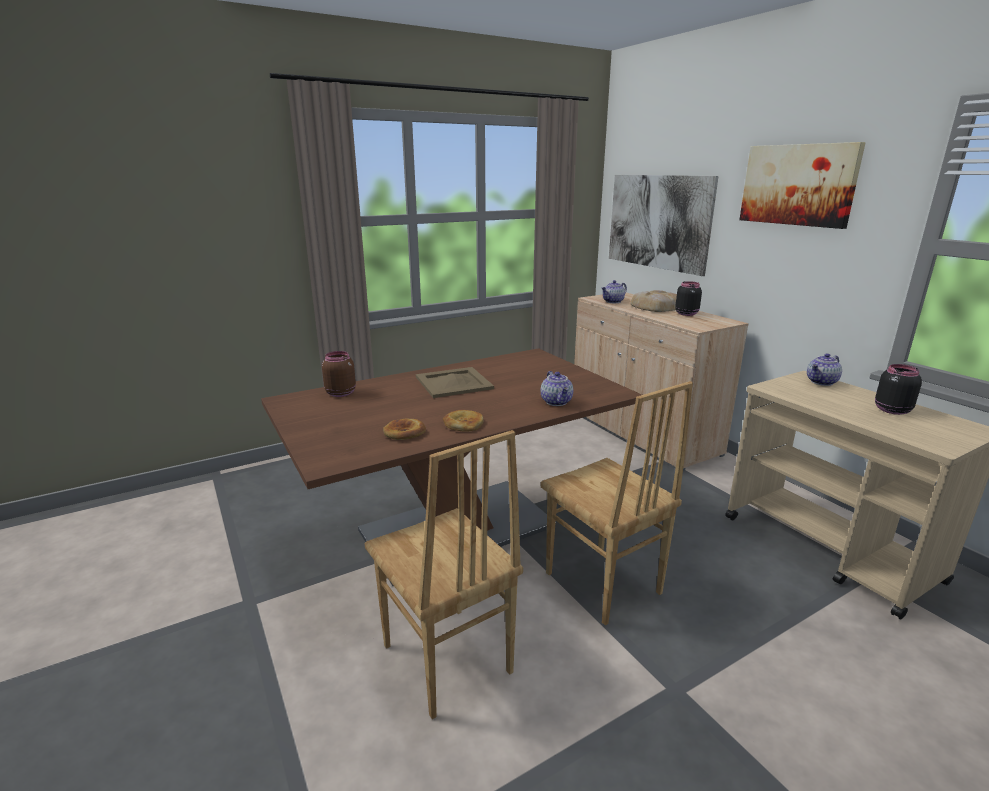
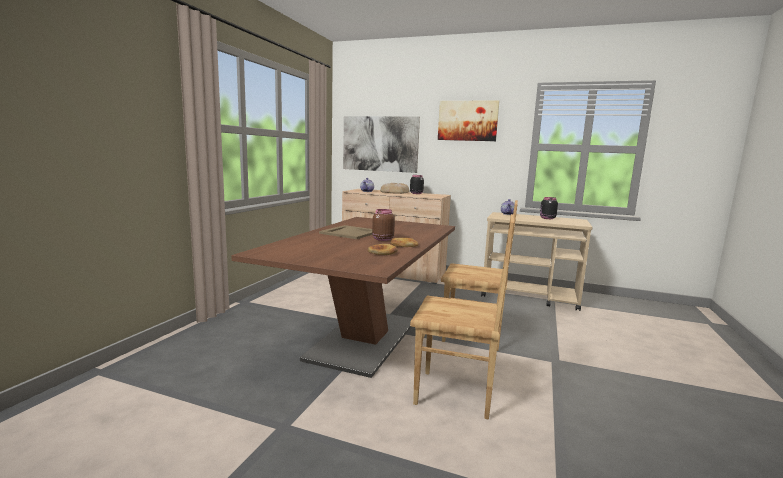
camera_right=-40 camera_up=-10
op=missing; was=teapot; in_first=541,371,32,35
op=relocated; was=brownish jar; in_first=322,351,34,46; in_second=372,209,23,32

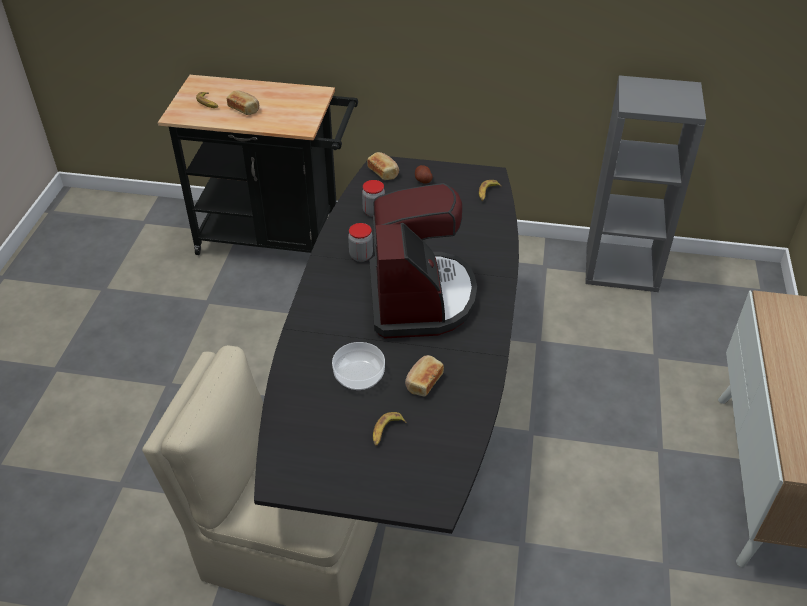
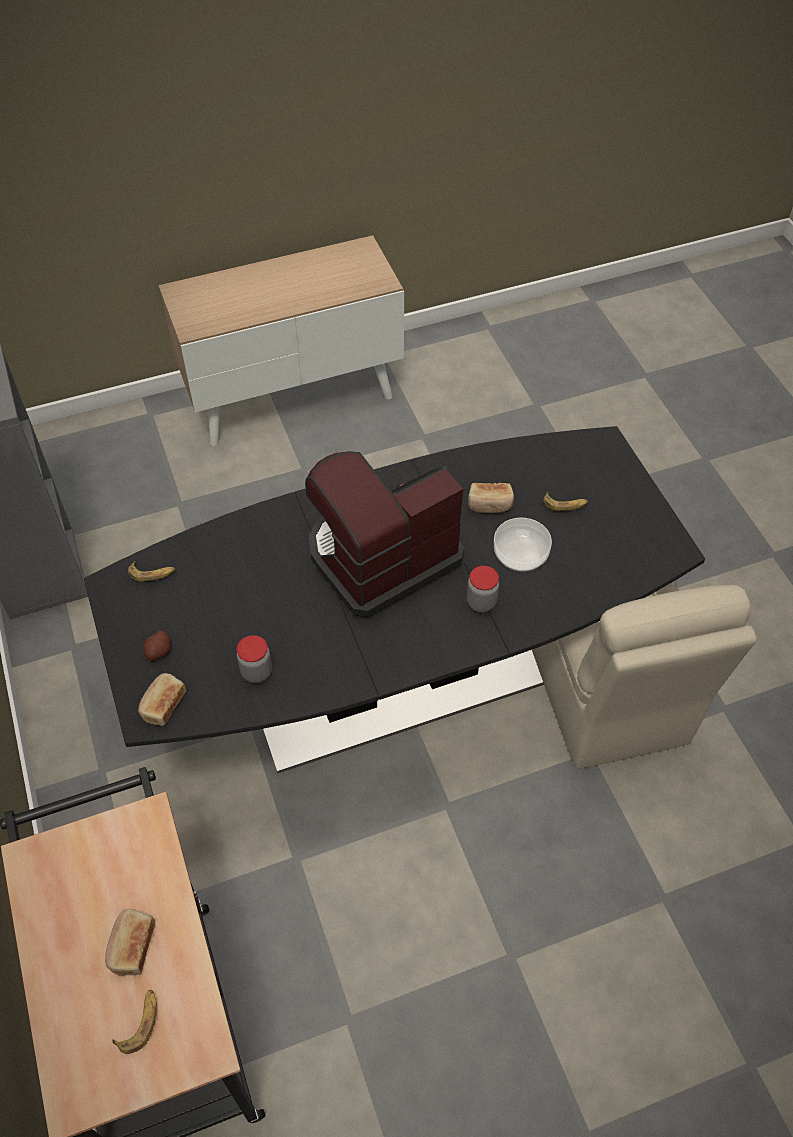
camera_right=-120 camera_up=10
op=relocated; was=jar; in_first=348,223,25,39; in_second=467,566,32,47

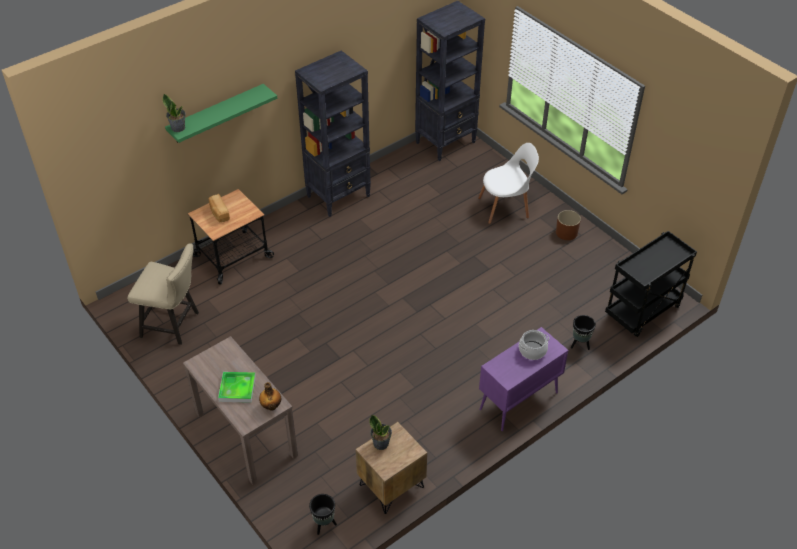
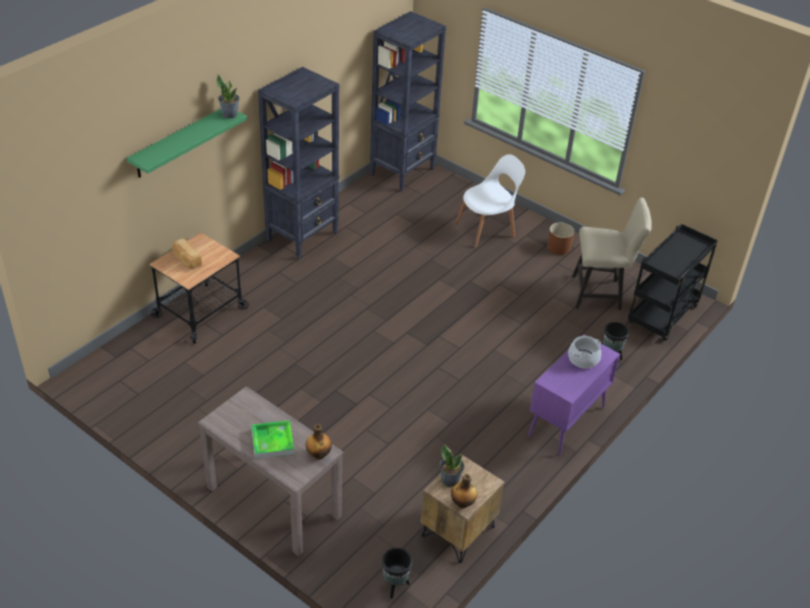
camera_right=-15 camera_up=-5
op=appeared; now=beverage bottle; in_second=451,474,26,34
op=relocated; was=sand-coloured chair; in_first=127,243,72,102; in_second=572,197,80,113
op=relocated; was=houseplant; in_first=162,93,24,39; in_second=216,74,23,45

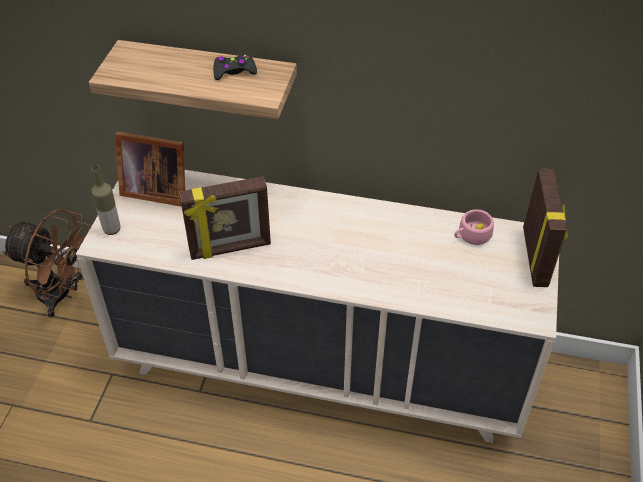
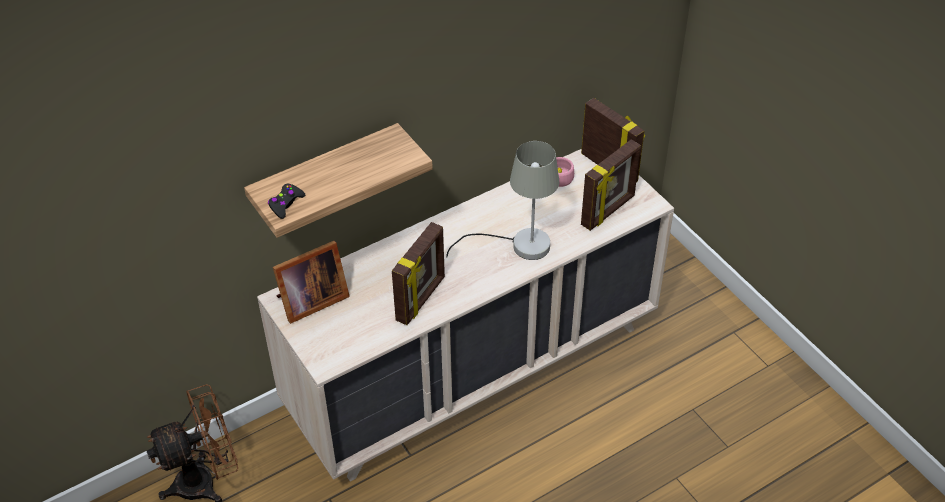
camera_right=-45 camera_up=0
op=missing; was=beverage bottle; in_first=91,165,29,70
op=appeared; now=greyish table lamp; in_second=446,141,113,119
op=appeared; now=photo frame; in_second=581,139,60,92
op=relocated; was=blackish joypad; in_first=213,53,44,27; in_second=268,184,37,35

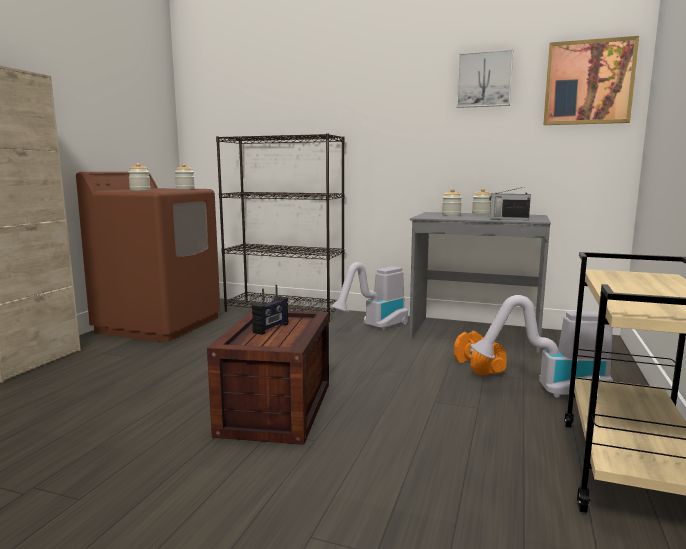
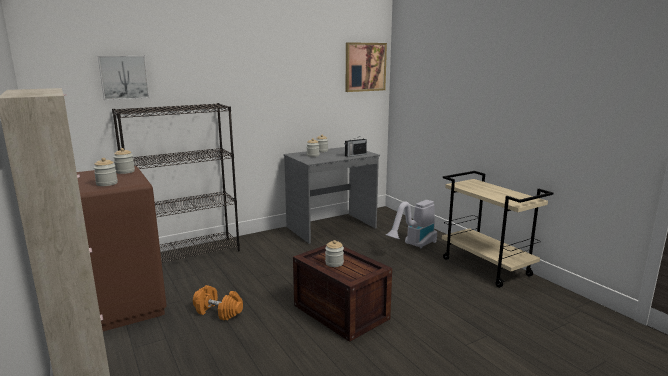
camera_right=-50 camera_up=5
op=missing; was=vacuum cleaner; in_first=330,262,78,68
op=relocated; was=orangey free weight; in_first=454,331,53,45; in_second=193,285,50,35
op=relocated; was=wall art; in_first=457,49,56,59; in_second=98,56,52,44
op=exchanged; was=radio receiver; now=jar; in_first=252,285,36,50; in_second=325,240,19,27

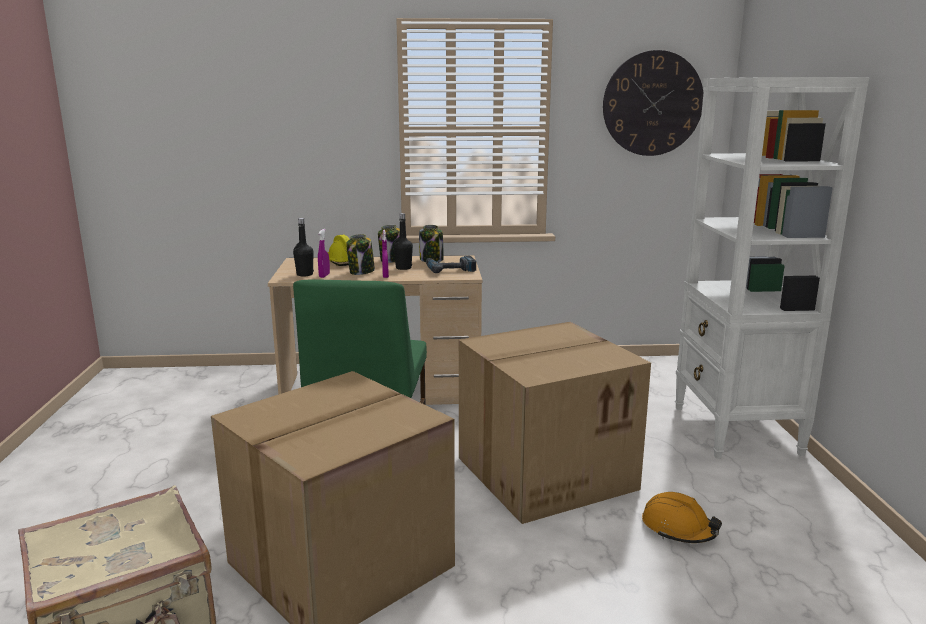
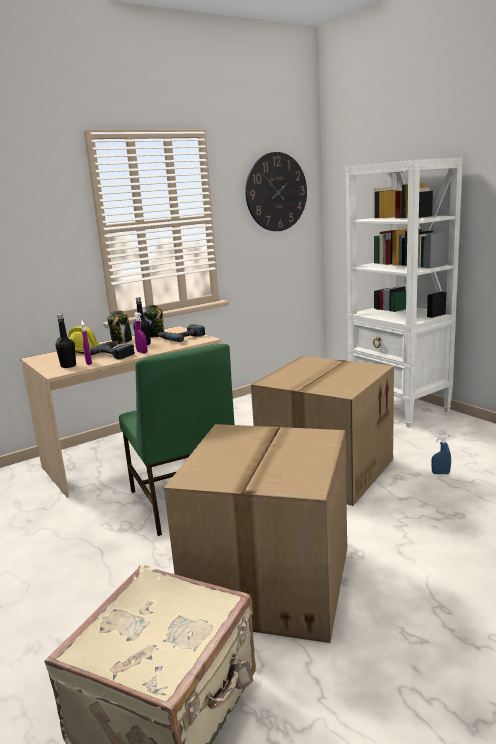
camera_right=-30 camera_up=0
op=exchanged; was=jar; now=electric drill; in_first=346,234,29,41; in_second=90,341,45,19
op=exchanged; was=orangey work helmet; now=blue-coloured spray bottle; in_first=642,492,80,51; in_second=431,434,20,40

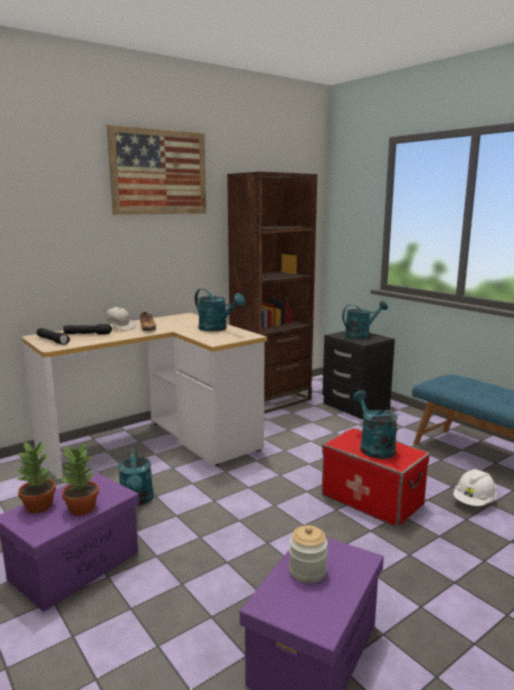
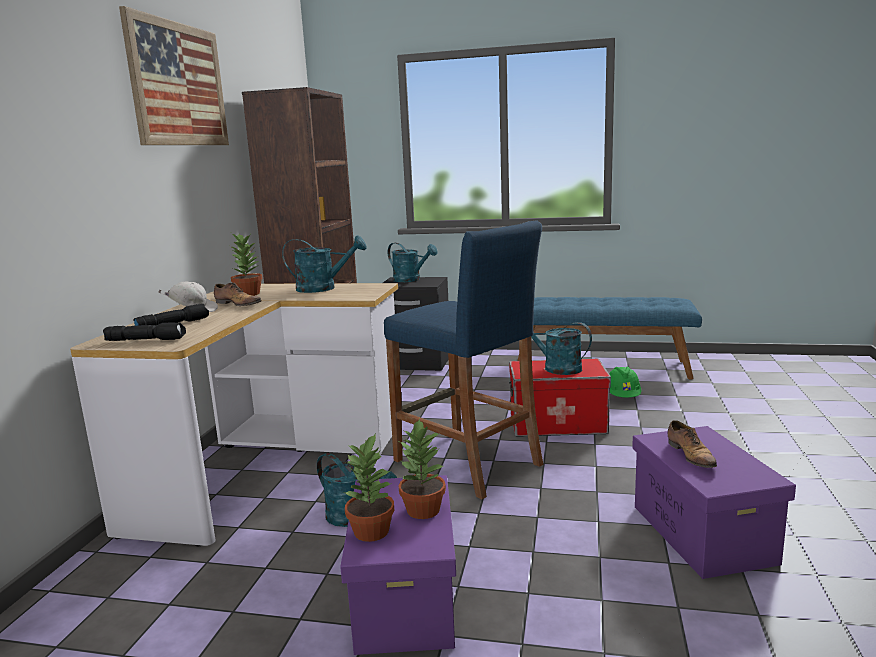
camera_right=-40 camera_up=0
op=appeared; now=houseplant; in_second=230,234,33,62
op=appeared; now=blue-coloured stool seat; in_second=384,220,159,279
op=exchanged; was=jar; now=low shoe; in_first=289,525,39,58; in_second=668,420,49,48
op=colour; was=white-coloured work helmet; now=green work helmet; in_first=453,469,44,37; in_second=609,367,33,31
op=spun; was=turquoise sprinkling can; in_first=342,301,46,38; in_second=388,243,50,39; clockwise=105

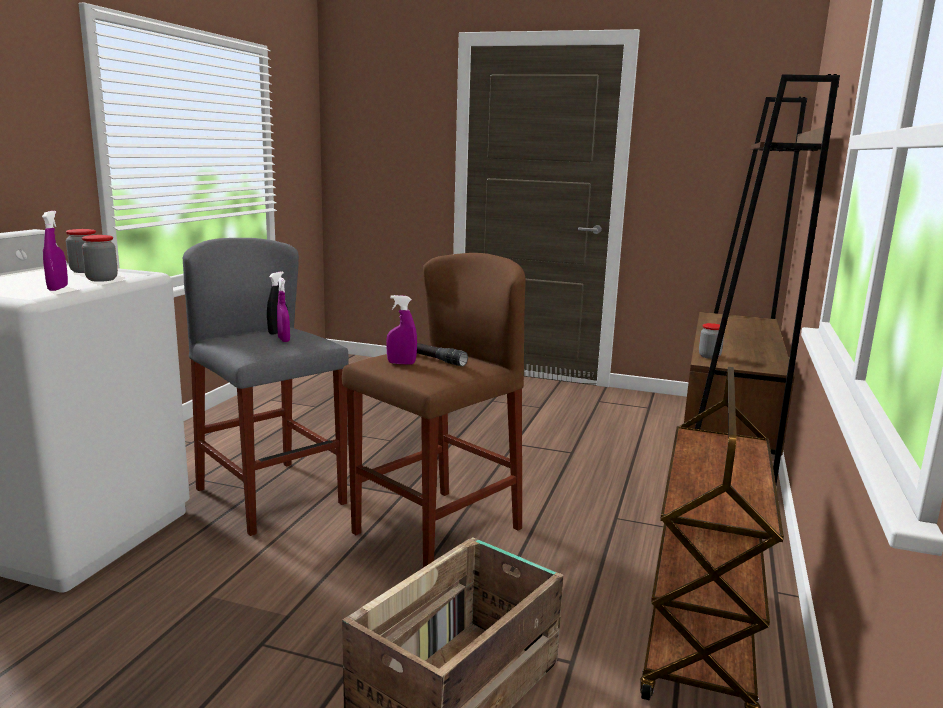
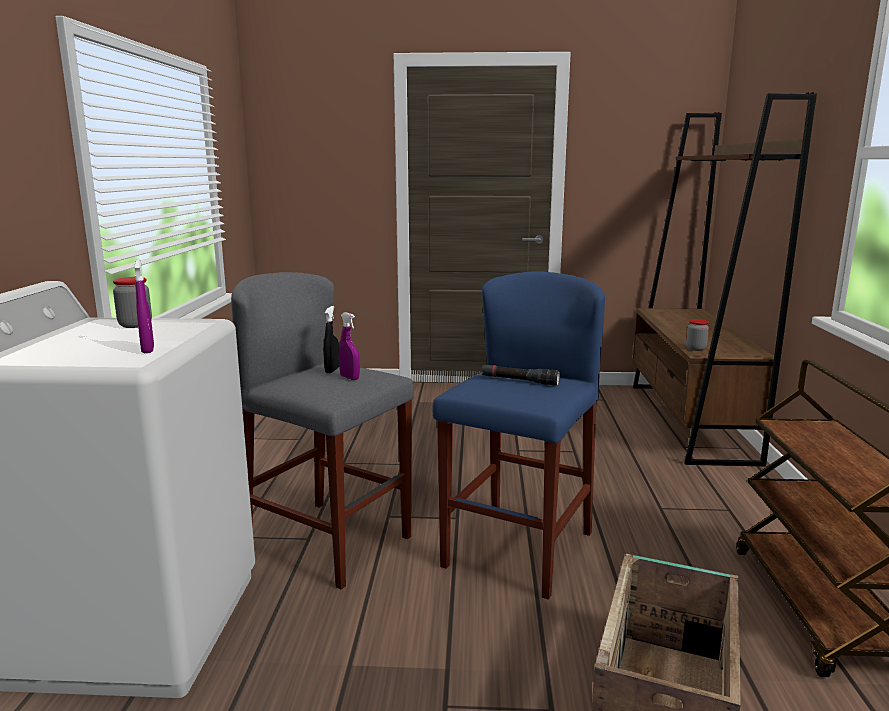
camera_right=-15 camera_up=0
op=missing; was=jar; in_first=82,235,36,47
op=missing; was=purple-coloured spray bottle; in_first=386,295,31,70
op=colour; was=brownish stool seat; now=blue-coloured stool seat; in_first=342,253,184,315; in_second=432,271,173,329

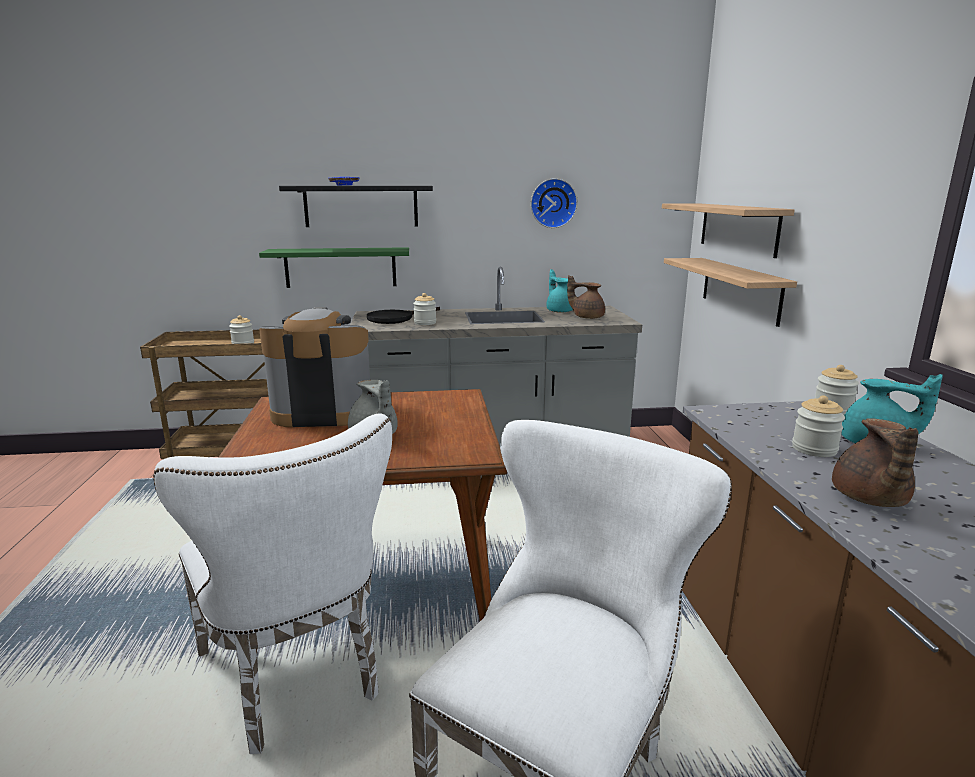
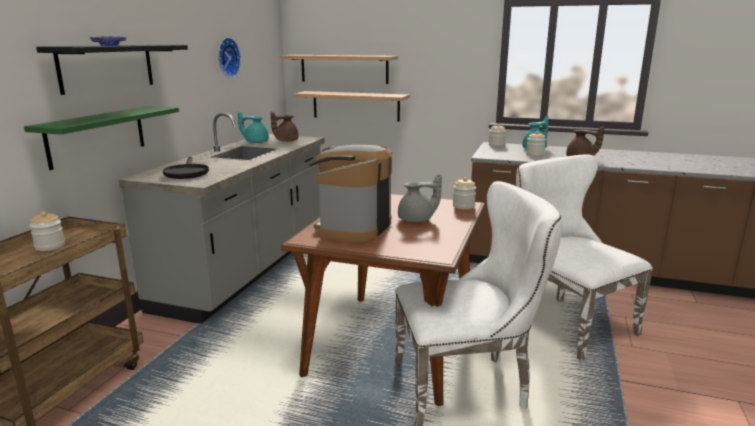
camera_right=-65 camera_up=0
op=relocated; was=jar; in_first=413,293,23,32; in_second=453,177,23,33

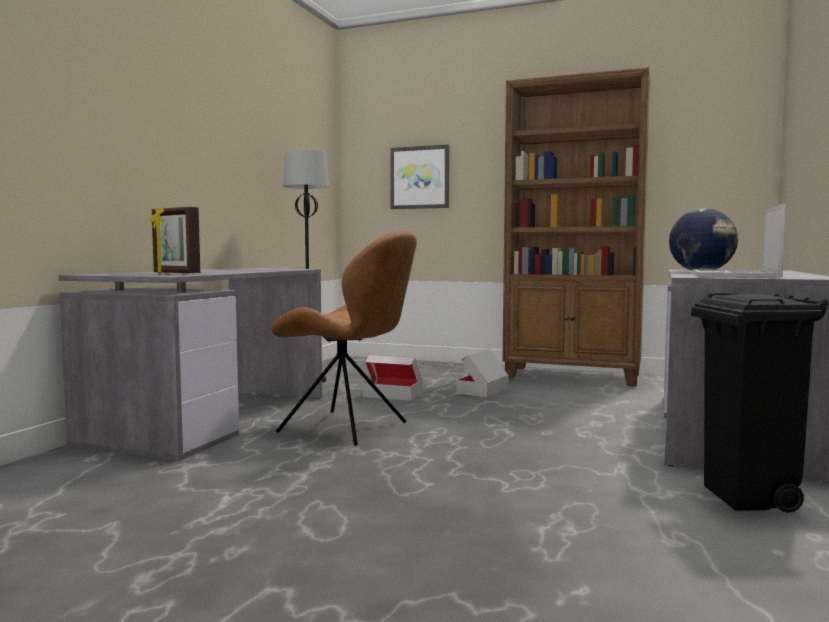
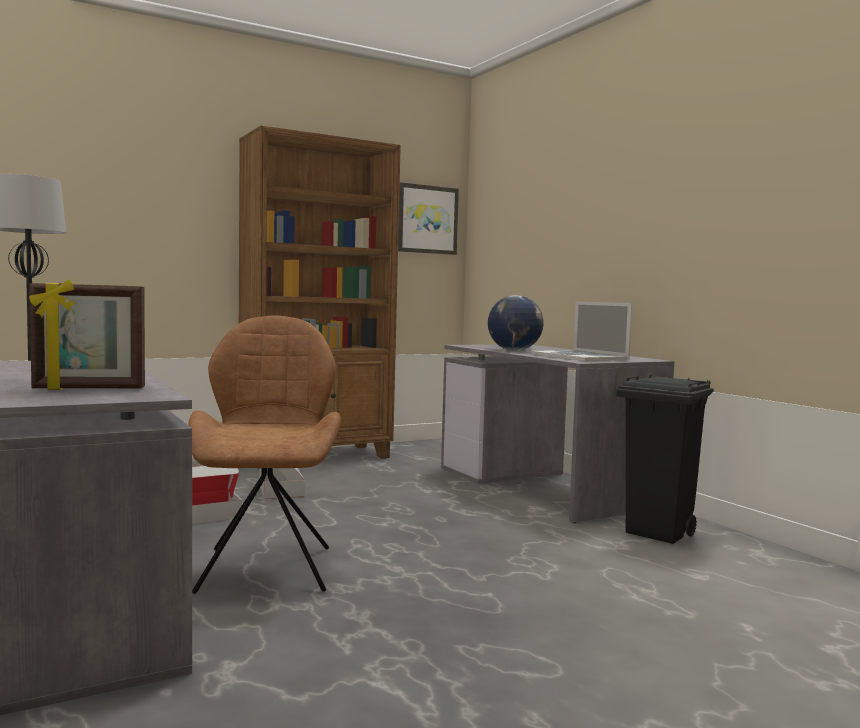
camera_right=-50 camera_up=0
op=relocated; was=wall art; in_first=390,144,59,65; in_second=398,182,61,73
op=spun; was=brownish chair; in_first=271,231,146,215; in_second=188,316,153,278; clockwise=-75

